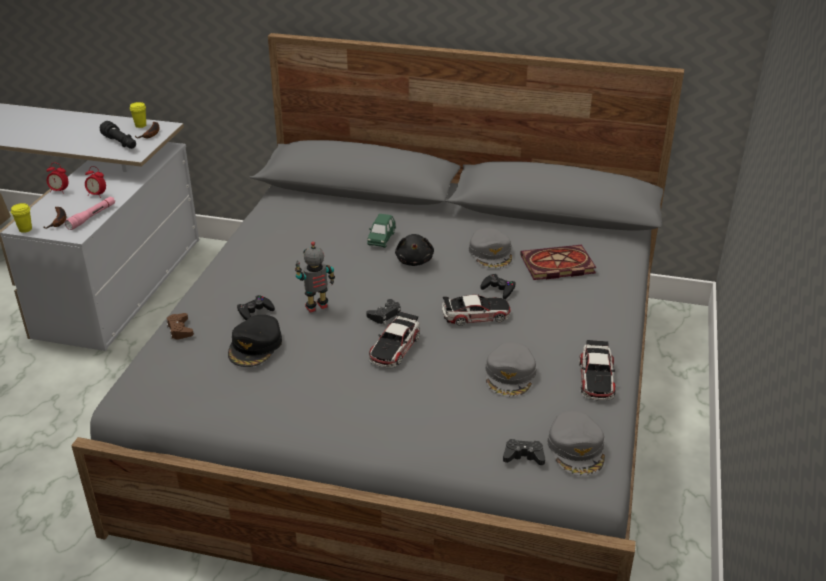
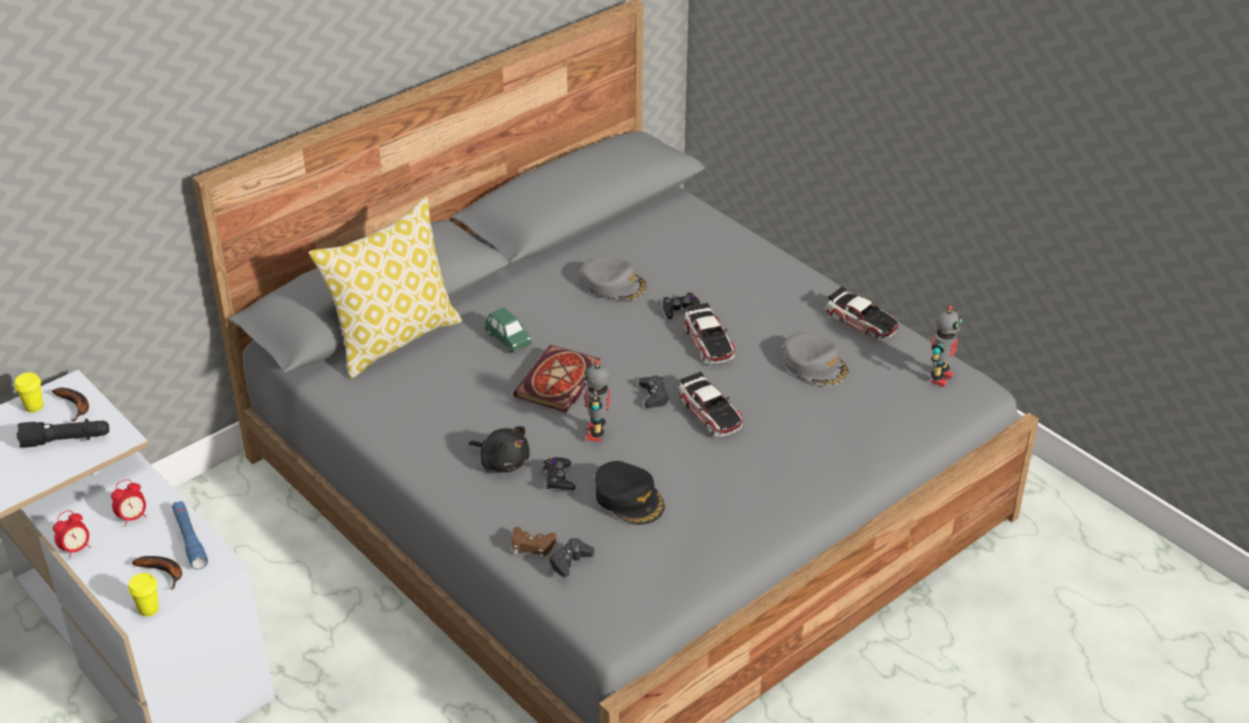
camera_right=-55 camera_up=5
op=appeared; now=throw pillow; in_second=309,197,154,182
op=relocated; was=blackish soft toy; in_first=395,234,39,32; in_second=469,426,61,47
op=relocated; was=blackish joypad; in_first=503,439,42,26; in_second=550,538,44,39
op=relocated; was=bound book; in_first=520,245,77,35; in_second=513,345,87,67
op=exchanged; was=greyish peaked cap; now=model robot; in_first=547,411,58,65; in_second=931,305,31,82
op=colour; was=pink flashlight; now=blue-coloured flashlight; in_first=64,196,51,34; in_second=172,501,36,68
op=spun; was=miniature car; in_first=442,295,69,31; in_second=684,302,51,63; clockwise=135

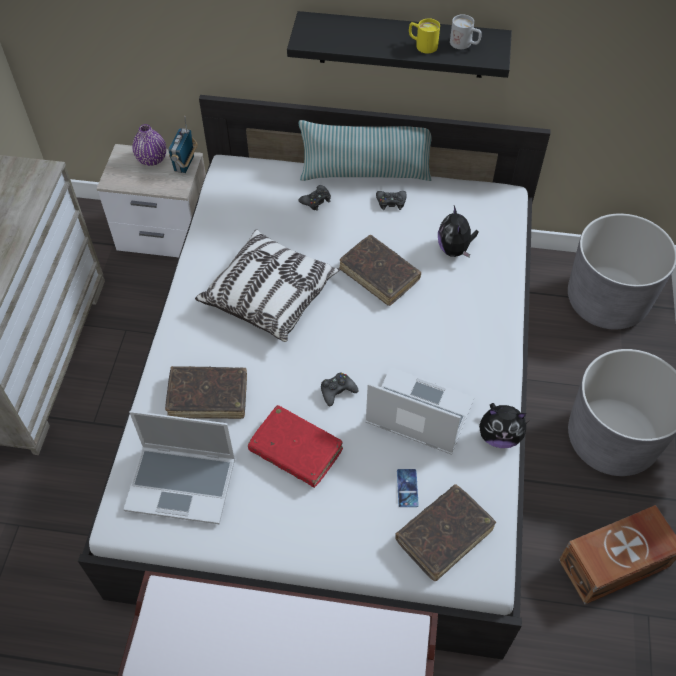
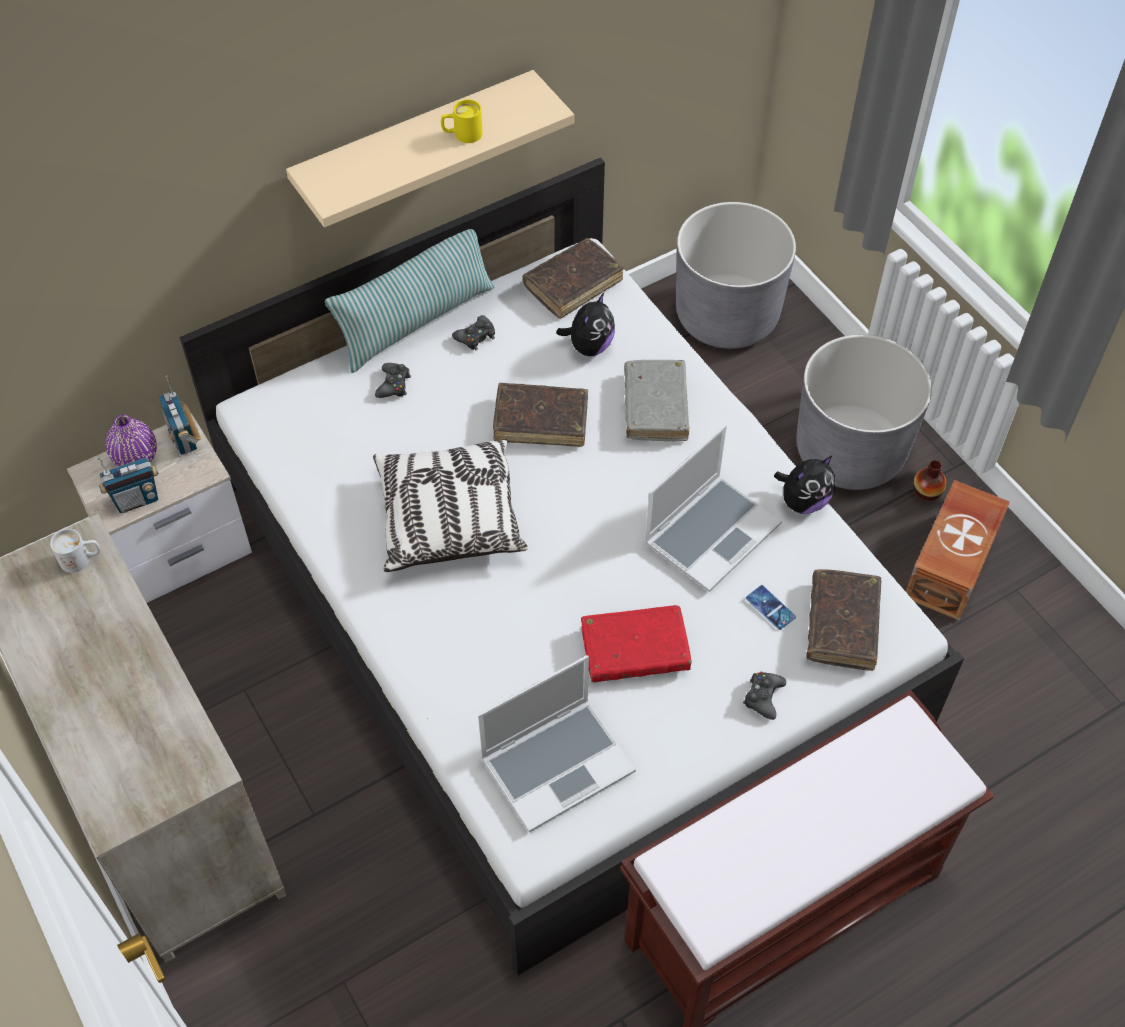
camera_right=-40 camera_up=0
op=appeared; now=radio receiver; in_second=96,457,63,56
op=appeared; now=greyish bound book; in_second=624,360,65,81
op=appeared; now=vase; in_second=913,460,33,41
op=relocated; was=brownish bound book; in_first=165,366,82,53; in_second=523,238,101,80
op=relocated; was=blackish joypad; in_first=321,372,38,34; in_second=743,672,43,48
op=relocated; was=white-coloured mug; in_first=450,14,32,35; in_second=50,529,50,44
op=colour; was=blackish bracket shelf; now=sand-coloured bracket shelf; in_first=287,11,225,67; in_second=286,70,288,158
op=spun; was=portable computer; in_first=365,367,110,88; in_second=644,425,138,167; clockwise=150
op=spun; was=soft toy; in_first=438,205,41,53; in_second=556,293,59,63; clockwise=-105

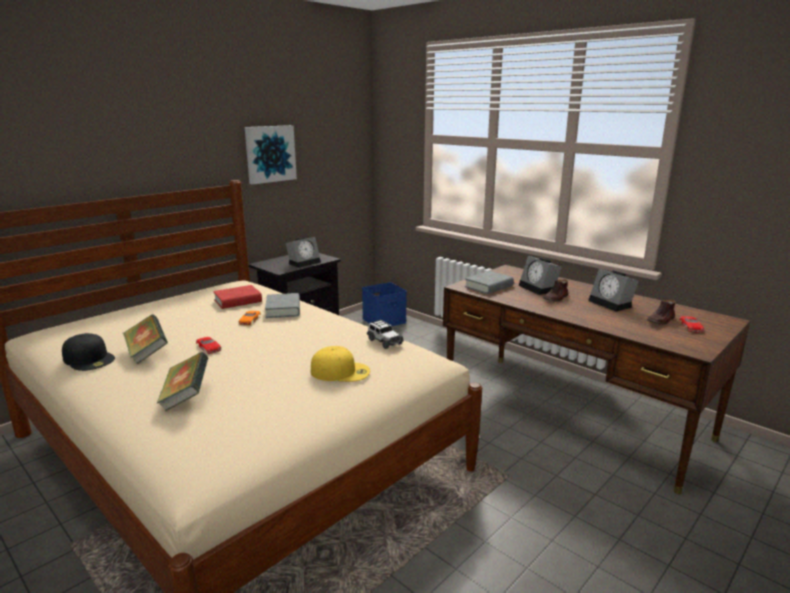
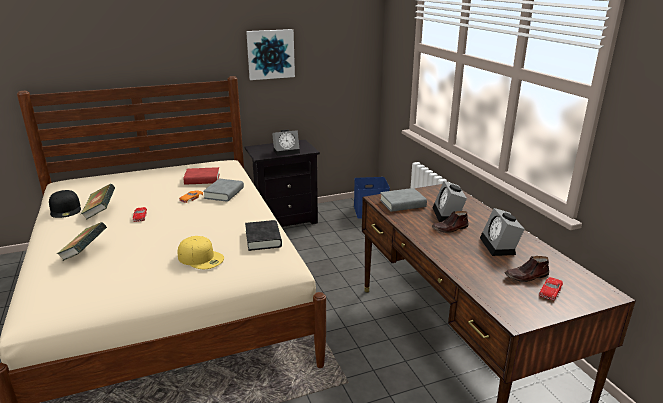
camera_right=25 camera_up=5
op=exchanged; was=miniature car; now=blackish bound book; in_first=367,319,37,30; in_second=245,220,37,31

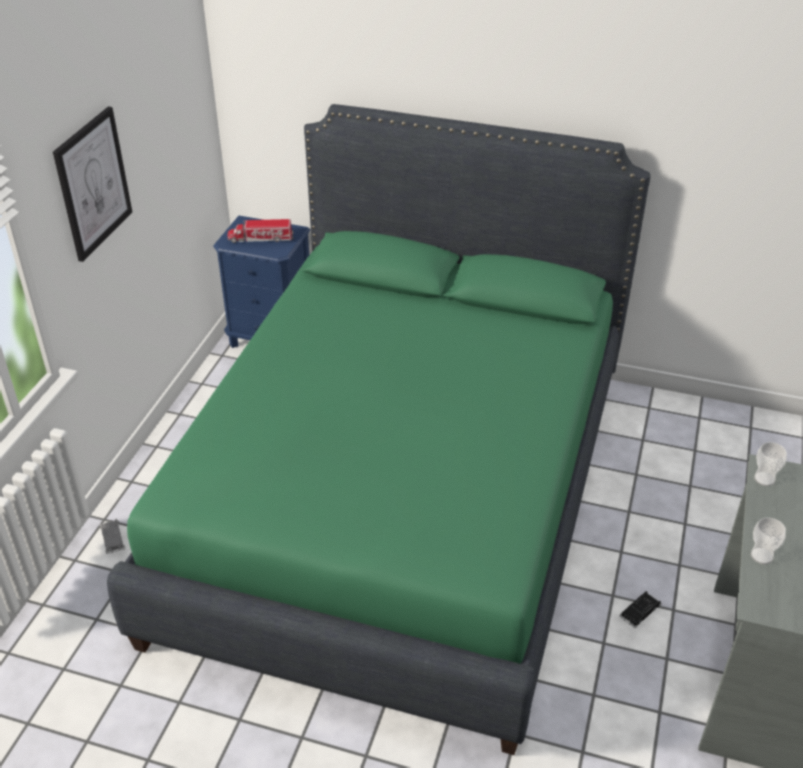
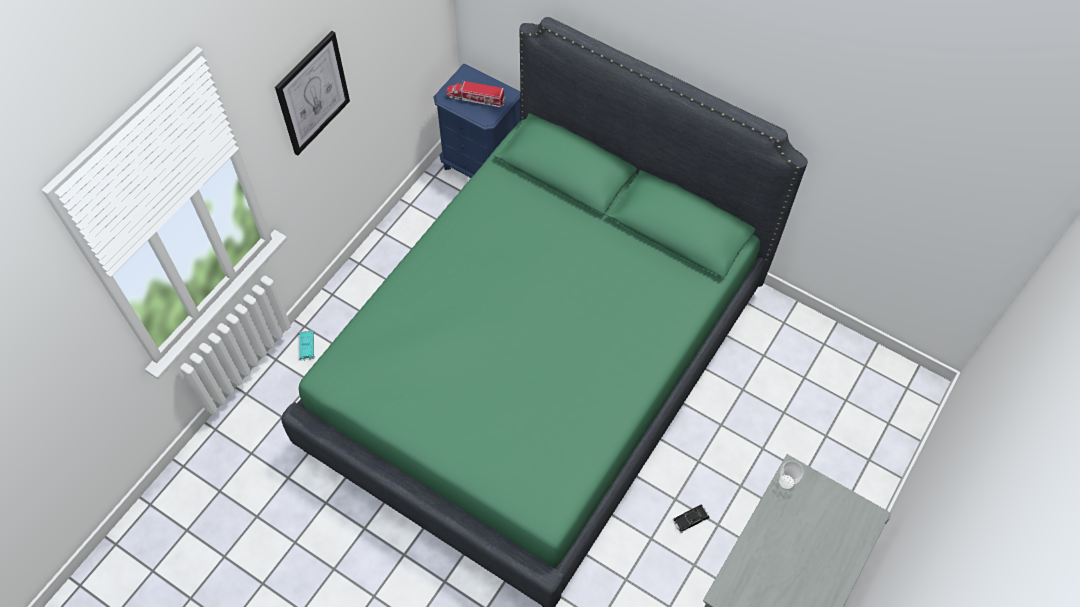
camera_right=15 camera_up=20
op=missing; was=cup; in_first=751,518,35,46
op=colour; was=greyish miniature car; now=turquoise miniature car; in_first=99,519,26,35; in_second=299,330,16,31

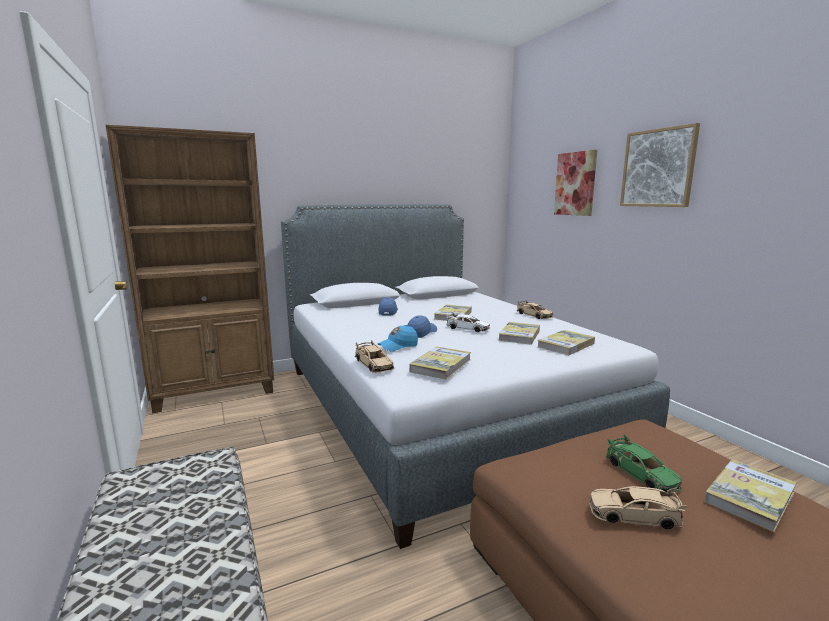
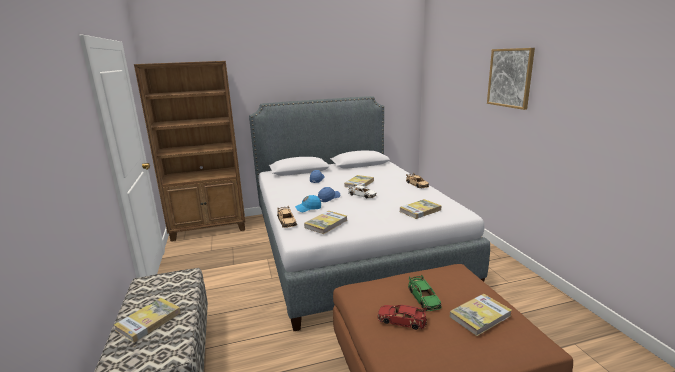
camera_right=10 camera_up=5
op=missing; was=wall art; in_first=554,150,43,66
op=relocated; was=bound book; in_first=498,322,42,23; in_second=114,298,67,45
op=colour; was=sand-coloured miniature car; now=red-coloured miniature car; in_first=589,486,98,43; in_second=378,305,49,25

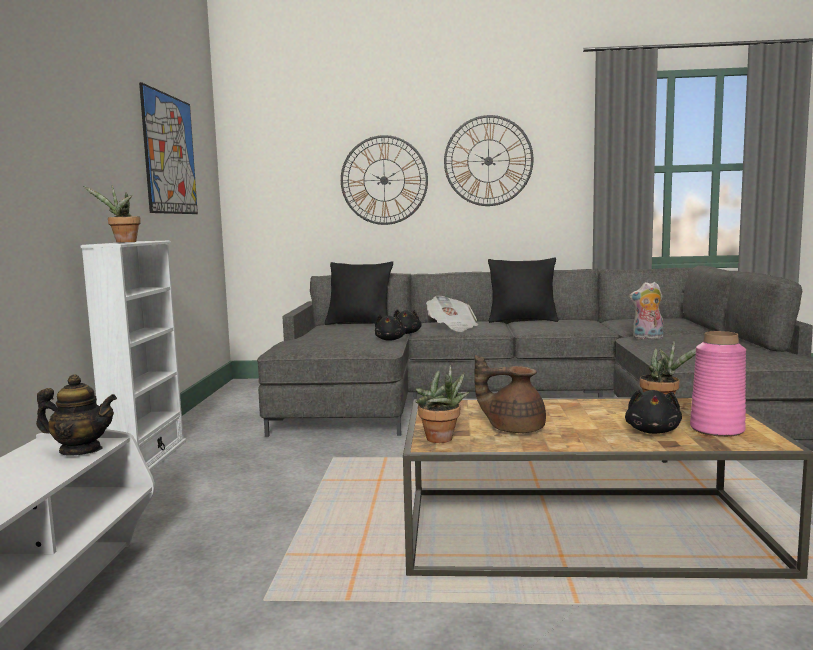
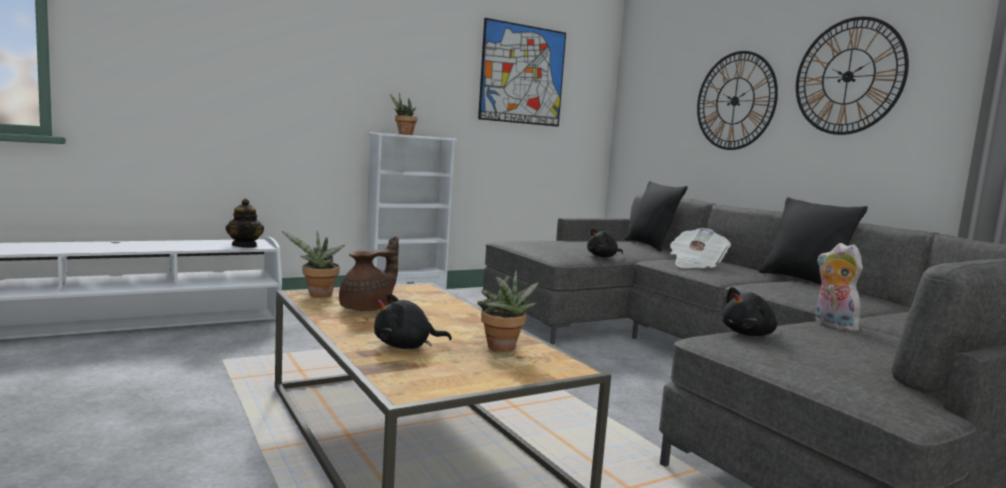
camera_right=55 camera_up=0
op=missing; was=pink vase; in_first=690,331,56,106
op=relocated; was=blackish soft toy; in_first=393,310,29,24; in_second=722,287,55,49
op=spun; was=brownish teapot; in_first=474,355,72,78; in_second=339,236,60,75; clockwise=60

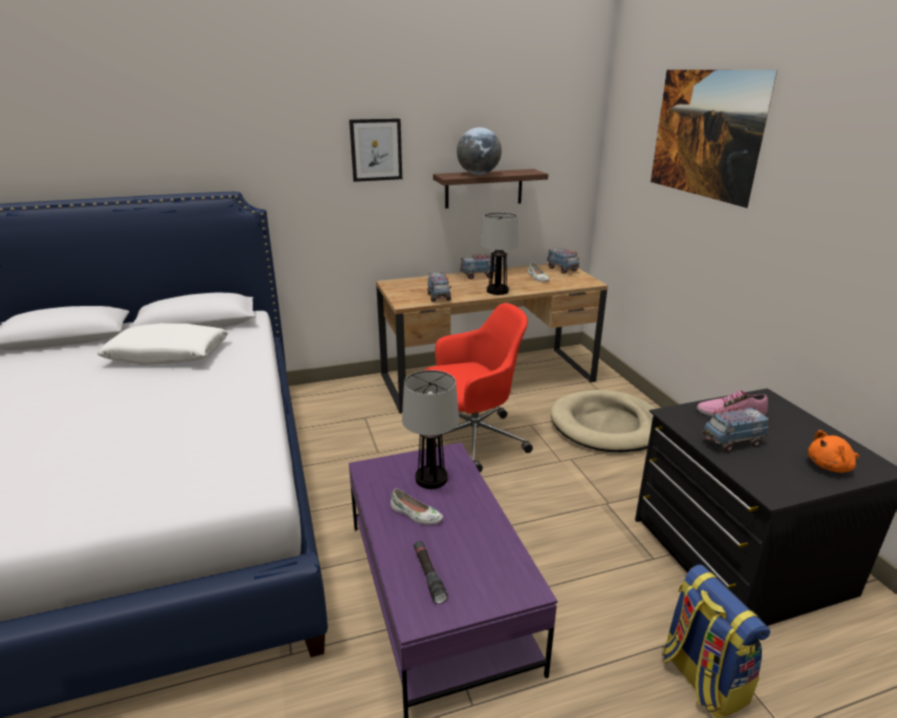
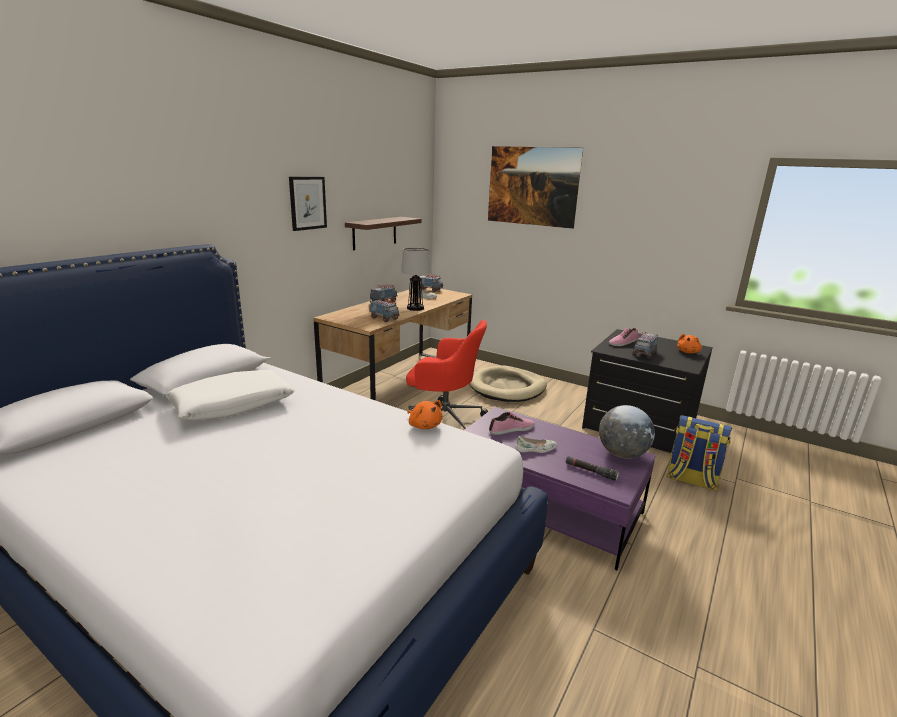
camera_right=-40 camera_up=-5
op=appeared; now=orangey soft toy; in_second=408,401,35,28
op=relocated; was=desk globe; in_first=457,127,45,48; in_second=599,405,56,54
op=exchanged; was=table lamp; now=low shoe; in_first=402,370,57,119; in_second=489,412,46,23
op=spun; was=red-coloured office chair; in_first=425,303,108,169; in_second=406,320,82,109; clockwise=75

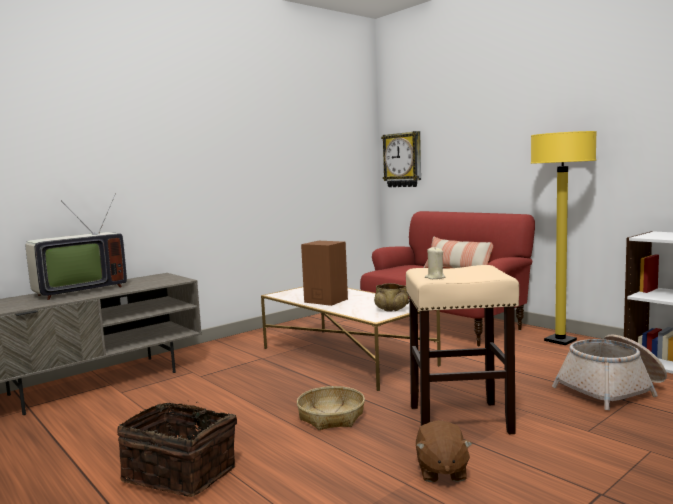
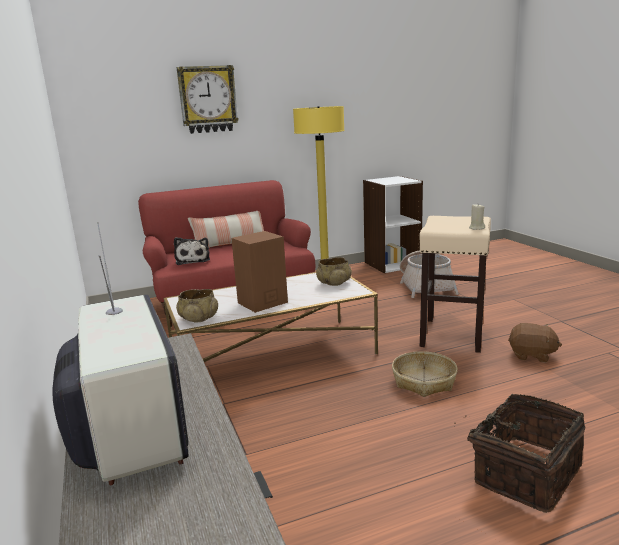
camera_right=-70 camera_up=10
op=appeared; now=soft toy; in_second=174,237,36,28
op=appeared; now=sand-coloured deep dish; in_second=176,289,42,34
op=relocated; was=hanging clock; in_first=381,131,40,56; in_second=176,65,63,69

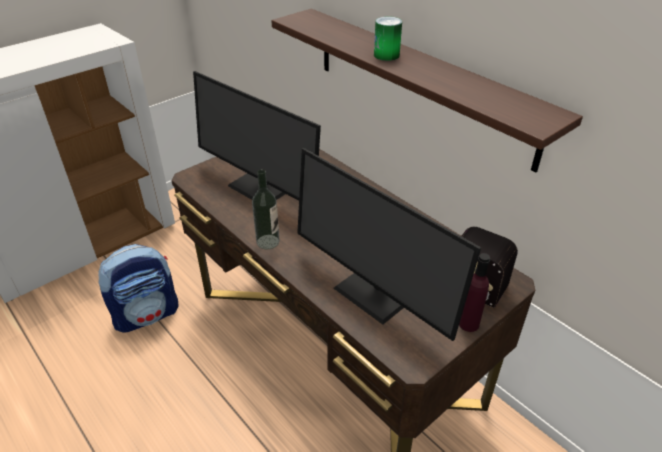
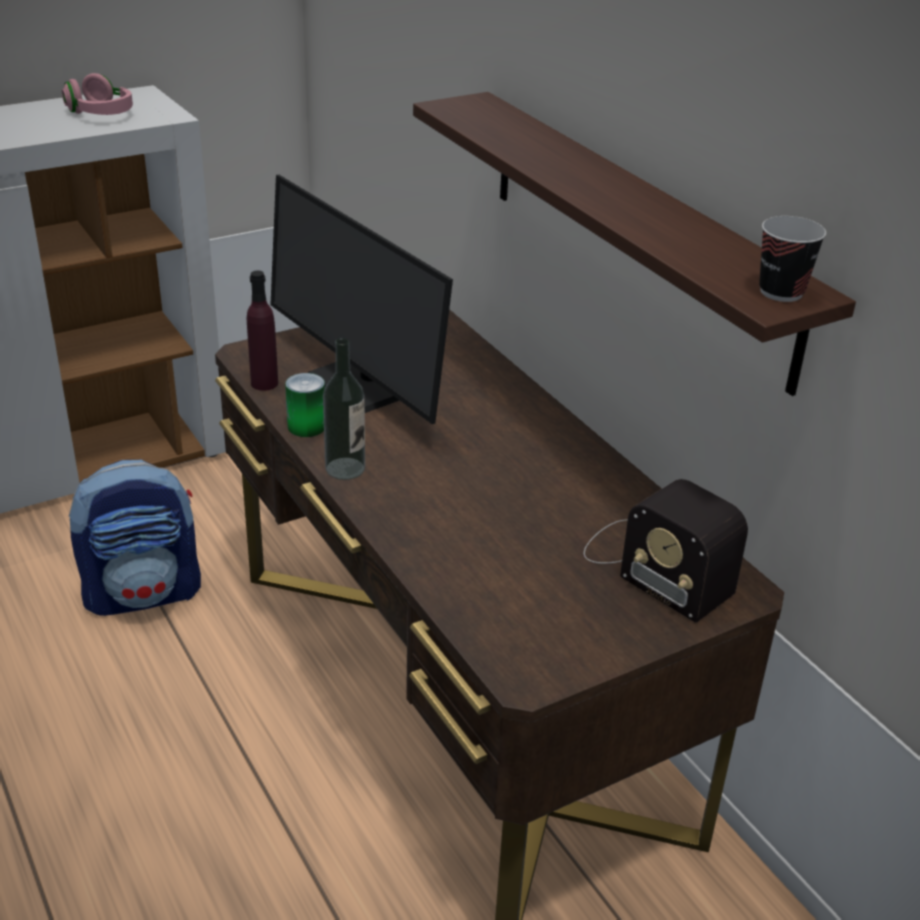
camera_right=10 camera_up=-5
op=missing; was=computer display; in_first=297,148,184,193
op=appeared; now=pink pair of headphones; in_second=62,73,71,42
op=appeared; now=cup; in_second=759,216,67,86
op=relocated; was=sealed can; in_first=374,16,28,45; in_second=285,373,40,64
op=relocated; was=purple-coloured beverage bottle; in_first=459,253,31,79; in_second=247,270,31,121

